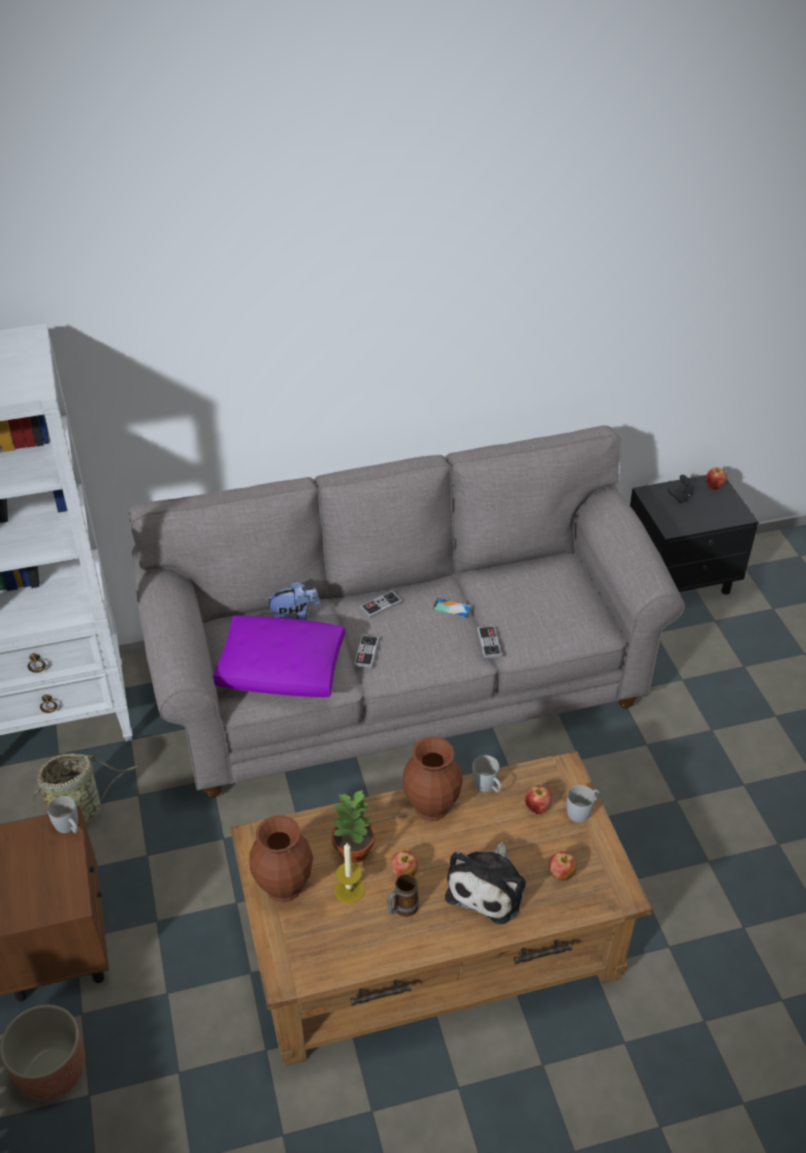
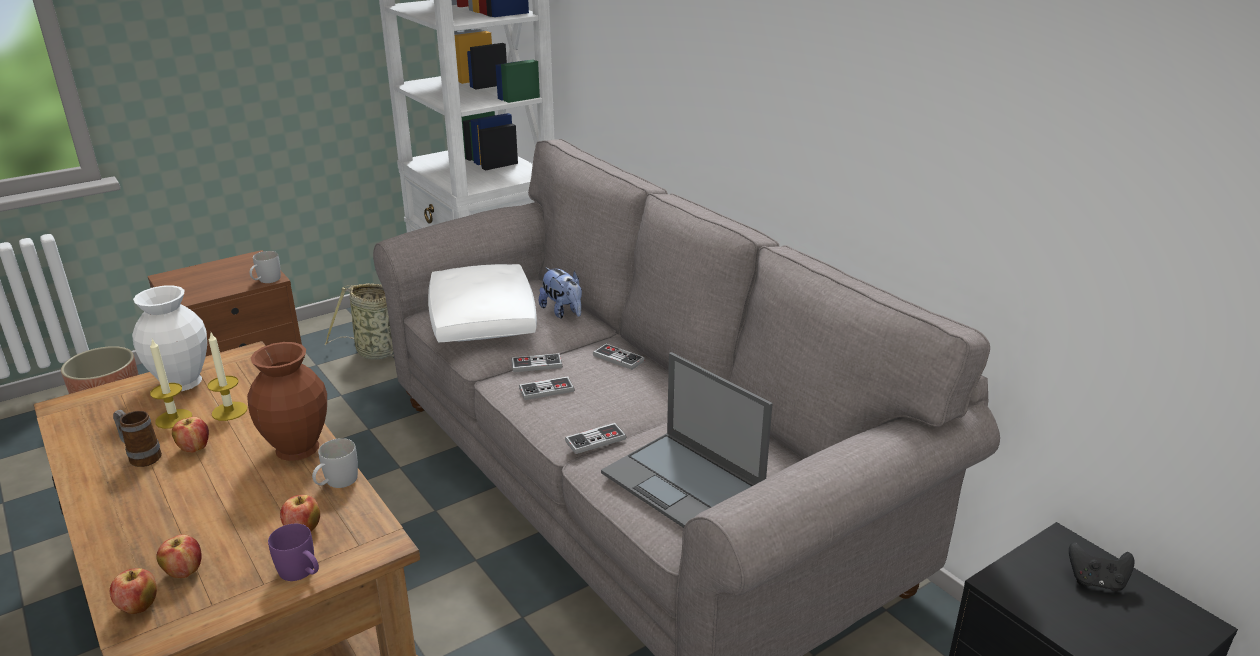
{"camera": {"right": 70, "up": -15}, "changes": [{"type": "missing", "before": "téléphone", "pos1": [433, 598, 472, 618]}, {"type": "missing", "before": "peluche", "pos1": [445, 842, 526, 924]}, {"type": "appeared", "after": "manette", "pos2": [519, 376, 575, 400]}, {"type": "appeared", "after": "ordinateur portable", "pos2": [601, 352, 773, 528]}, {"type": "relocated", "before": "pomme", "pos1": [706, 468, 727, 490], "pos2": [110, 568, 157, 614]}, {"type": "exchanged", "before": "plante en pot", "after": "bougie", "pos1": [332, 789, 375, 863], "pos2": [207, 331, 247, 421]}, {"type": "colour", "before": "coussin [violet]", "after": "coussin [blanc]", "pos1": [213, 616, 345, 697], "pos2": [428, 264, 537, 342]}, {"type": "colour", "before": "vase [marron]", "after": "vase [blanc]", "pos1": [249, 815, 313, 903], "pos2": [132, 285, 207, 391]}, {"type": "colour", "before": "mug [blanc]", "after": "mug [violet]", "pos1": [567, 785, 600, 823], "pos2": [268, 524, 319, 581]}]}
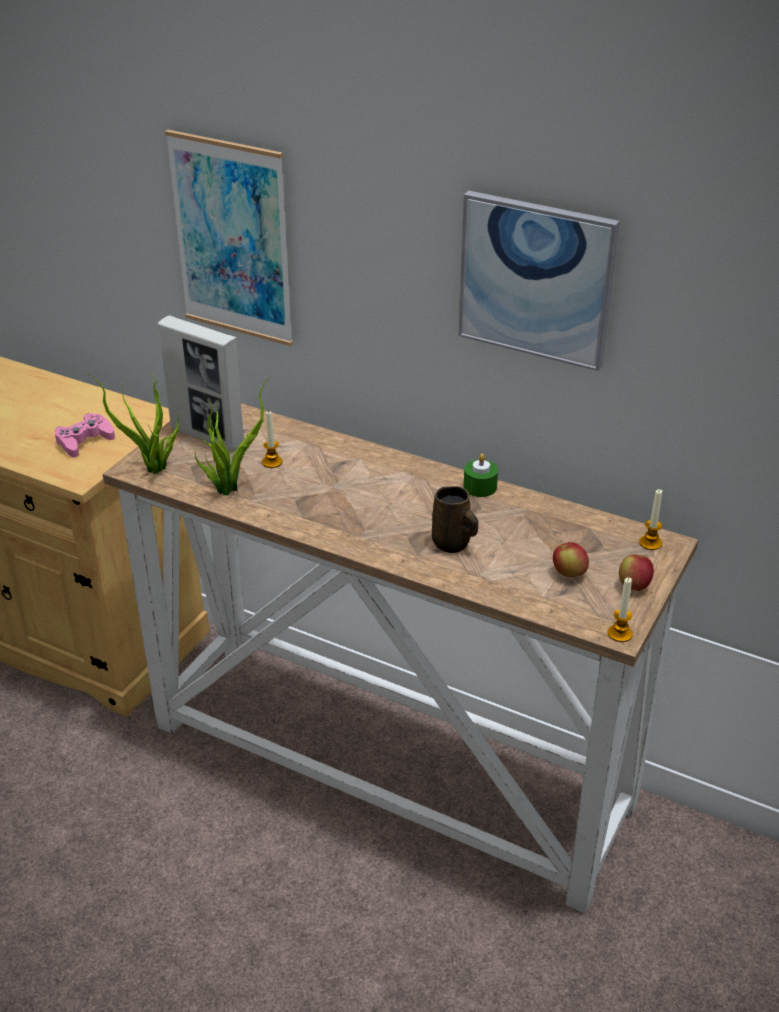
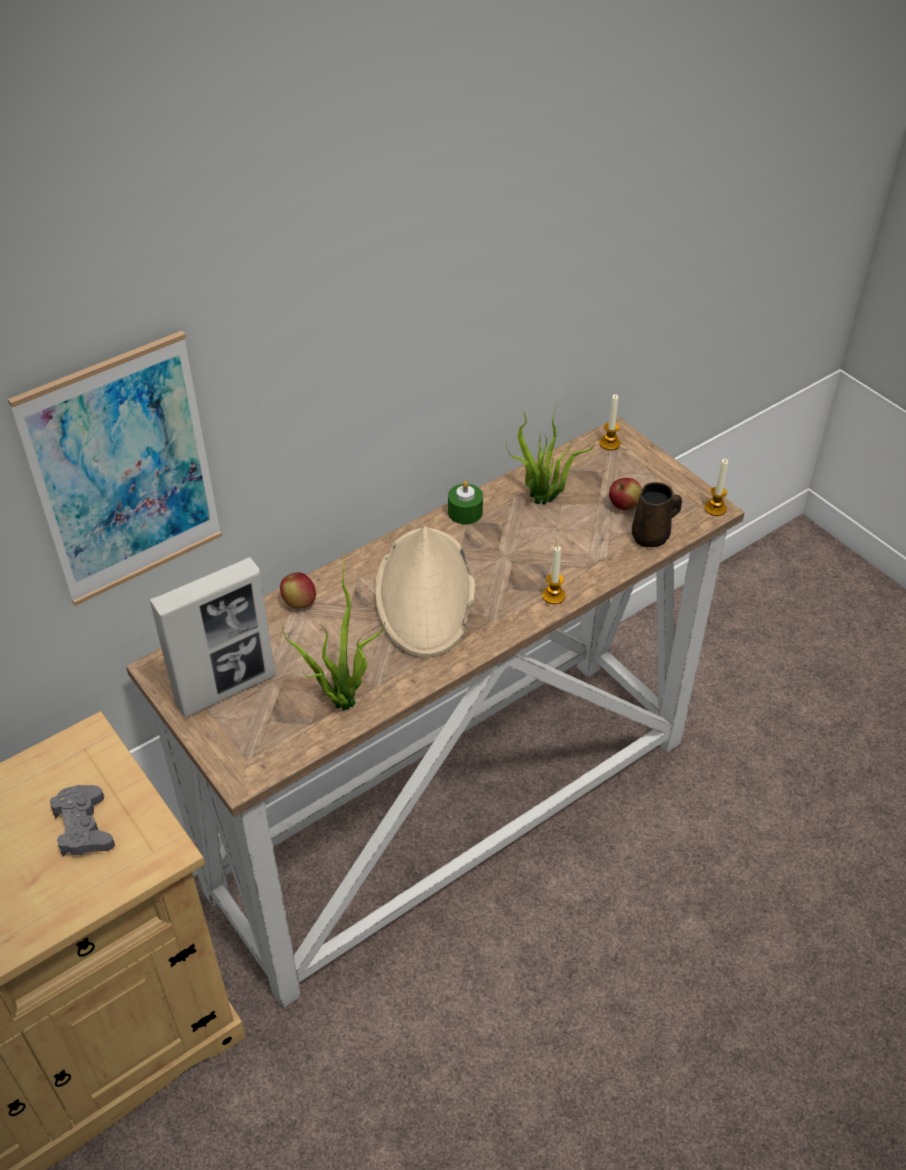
{"camera": {"right": -65, "up": 10}, "changes": [{"type": "missing", "before": "tableau", "pos1": [458, 191, 620, 371]}, {"type": "appeared", "after": "chapeau [beige]", "pos2": [375, 526, 475, 658]}, {"type": "relocated", "before": "plante en pot", "pos1": [89, 374, 179, 474], "pos2": [506, 403, 595, 505]}, {"type": "relocated", "before": "bougie", "pos1": [262, 410, 282, 468], "pos2": [542, 546, 566, 604]}, {"type": "relocated", "before": "mug [marron]", "pos1": [432, 486, 478, 553], "pos2": [632, 482, 682, 547]}, {"type": "relocated", "before": "pomme", "pos1": [619, 555, 654, 591], "pos2": [280, 572, 316, 608]}, {"type": "colour", "before": "manette [rose]", "after": "manette [gris]", "pos1": [55, 413, 115, 457], "pos2": [50, 785, 115, 857]}]}
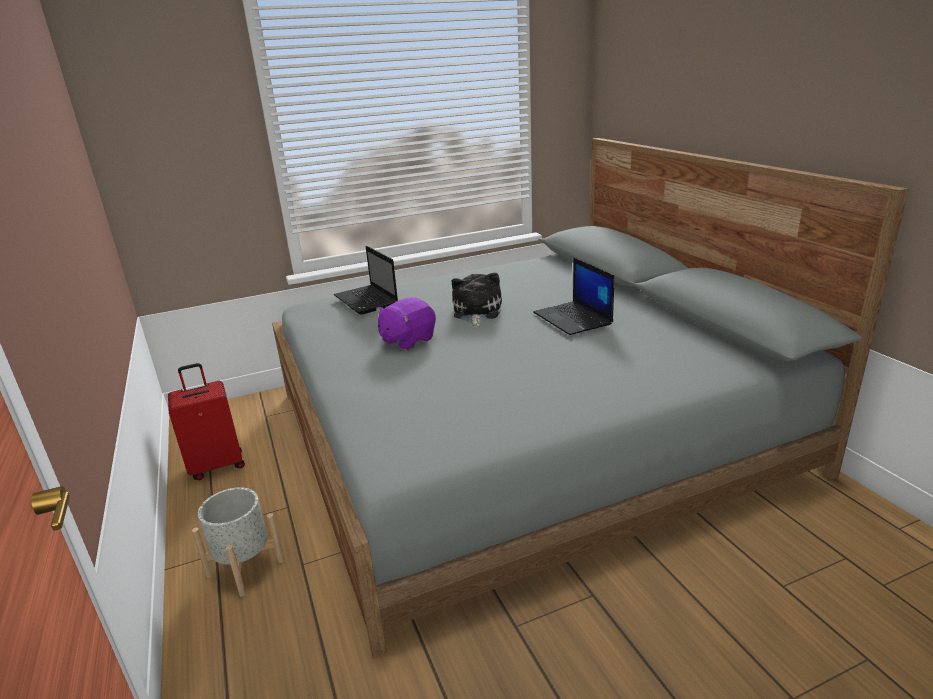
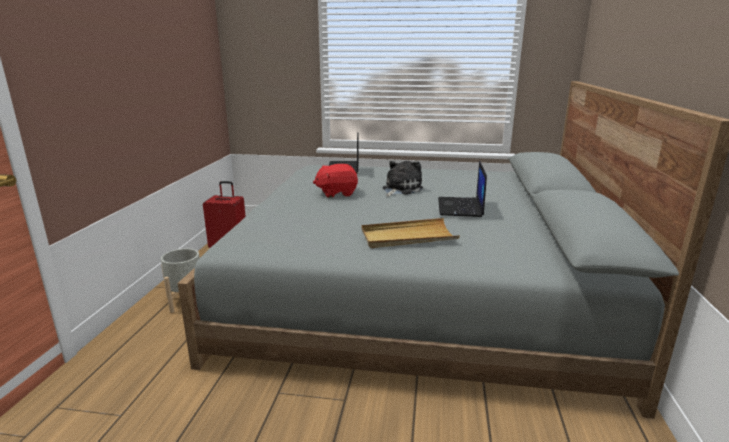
{"camera": {"right": 30, "up": -5}, "changes": [{"type": "appeared", "after": "plateau [beige]", "pos2": [362, 218, 460, 248]}, {"type": "colour", "before": "peluche [violet]", "after": "peluche [rouge]", "pos1": [376, 297, 436, 350], "pos2": [313, 164, 358, 198]}]}
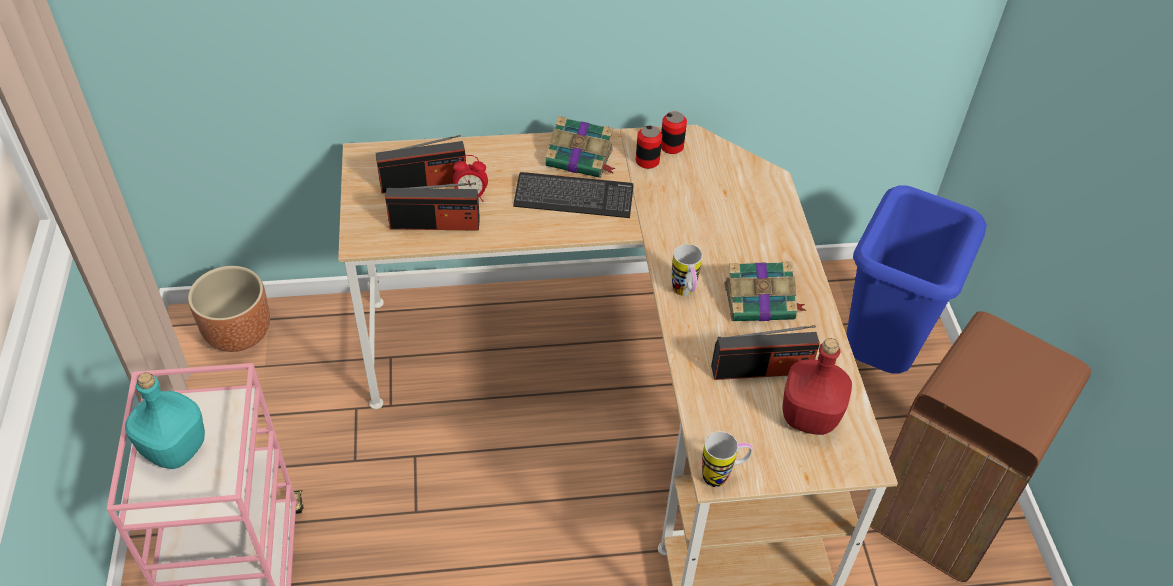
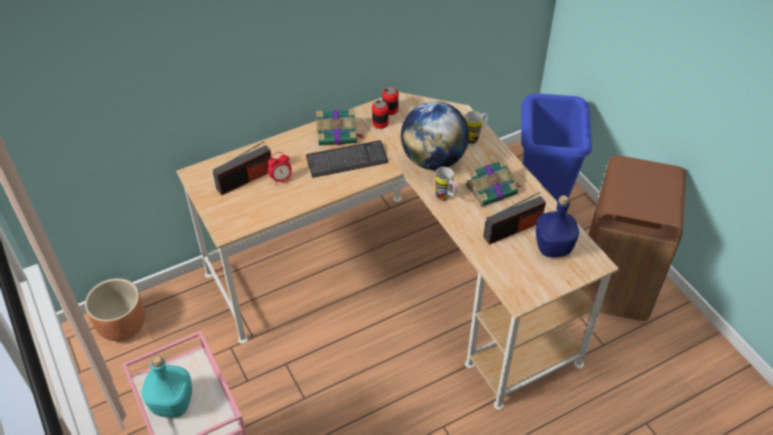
{"camera": {"right": -20, "up": 0}, "changes": [{"type": "missing", "before": "radio", "pos1": [385, 182, 480, 231]}, {"type": "appeared", "after": "globe", "pos2": [401, 101, 469, 170]}, {"type": "relocated", "before": "mug", "pos1": [702, 431, 753, 487], "pos2": [465, 111, 488, 144]}, {"type": "colour", "before": "bouteille [rouge]", "after": "bouteille [bleu]", "pos1": [782, 338, 852, 435], "pos2": [536, 195, 579, 257]}]}
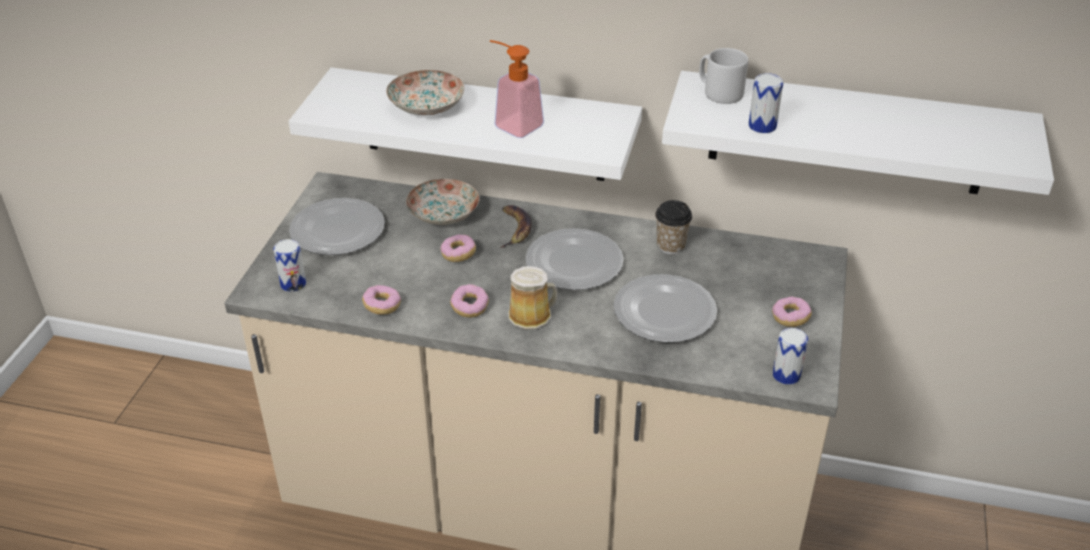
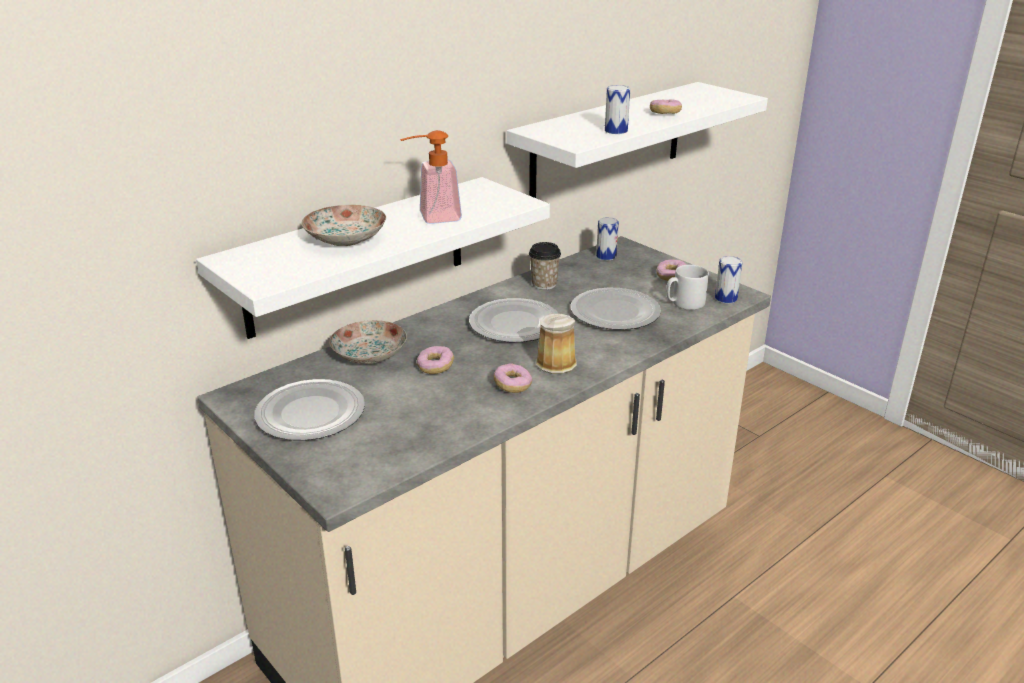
{"camera": {"right": -55, "up": -10}, "changes": [{"type": "missing", "before": "banane", "pos1": [500, 205, 532, 248]}, {"type": "relocated", "before": "boîte métallique", "pos1": [273, 239, 306, 292], "pos2": [596, 217, 619, 260]}, {"type": "relocated", "before": "beignet", "pos1": [362, 285, 401, 314], "pos2": [650, 99, 682, 114]}, {"type": "relocated", "before": "mug [gris]", "pos1": [699, 48, 748, 104], "pos2": [666, 265, 709, 310]}]}
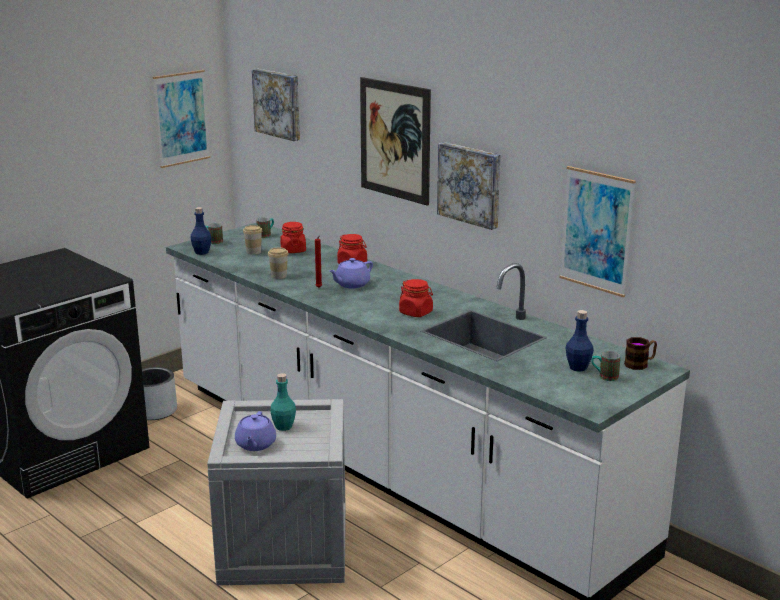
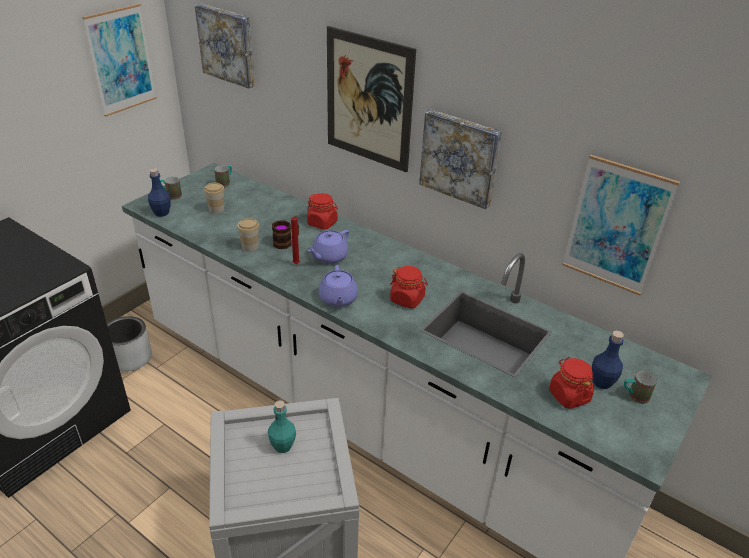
{"camera": {"right": -10, "up": 15}, "changes": [{"type": "relocated", "before": "théière [violet]", "pos1": [235, 411, 276, 451], "pos2": [318, 265, 358, 307]}, {"type": "relocated", "before": "bocal [rouge]", "pos1": [280, 222, 306, 253], "pos2": [549, 357, 594, 409]}, {"type": "relocated", "before": "mug", "pos1": [624, 337, 657, 370], "pos2": [272, 220, 299, 249]}]}
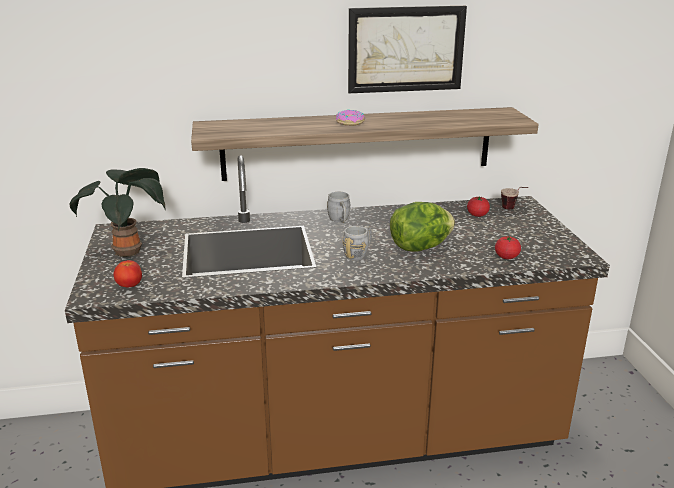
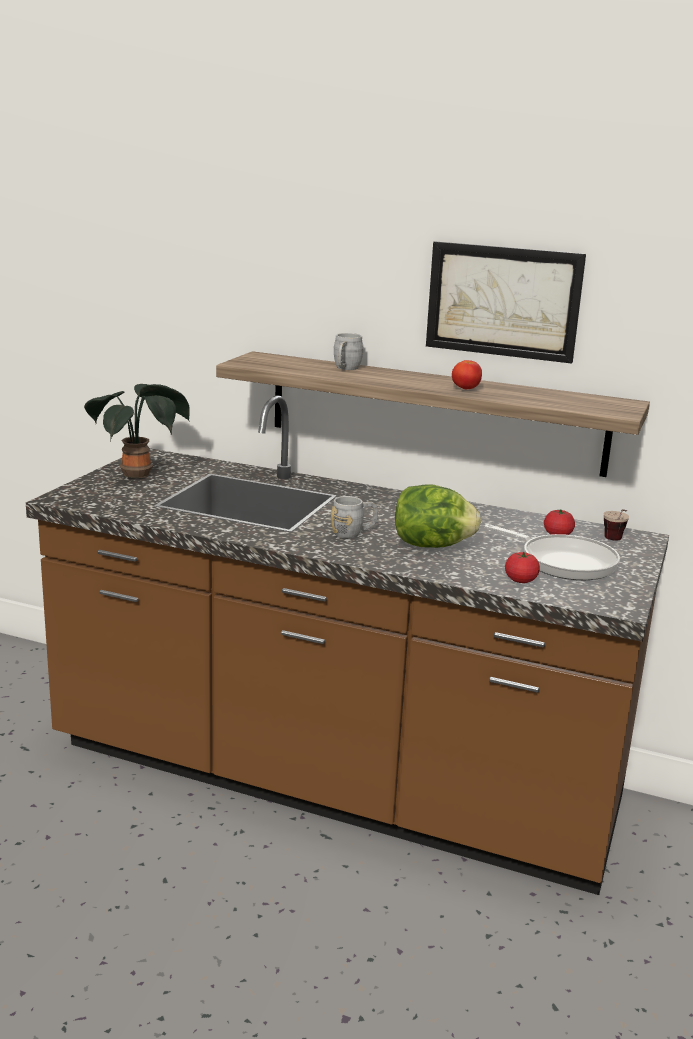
{"camera": {"right": 30, "up": -5}, "changes": [{"type": "missing", "before": "beignet", "pos1": [336, 110, 365, 126]}, {"type": "appeared", "after": "poêle", "pos2": [485, 524, 620, 580]}, {"type": "relocated", "before": "tomate", "pos1": [114, 260, 142, 287], "pos2": [452, 360, 482, 389]}, {"type": "relocated", "before": "mug [gris]", "pos1": [327, 192, 350, 223], "pos2": [334, 333, 363, 370]}]}
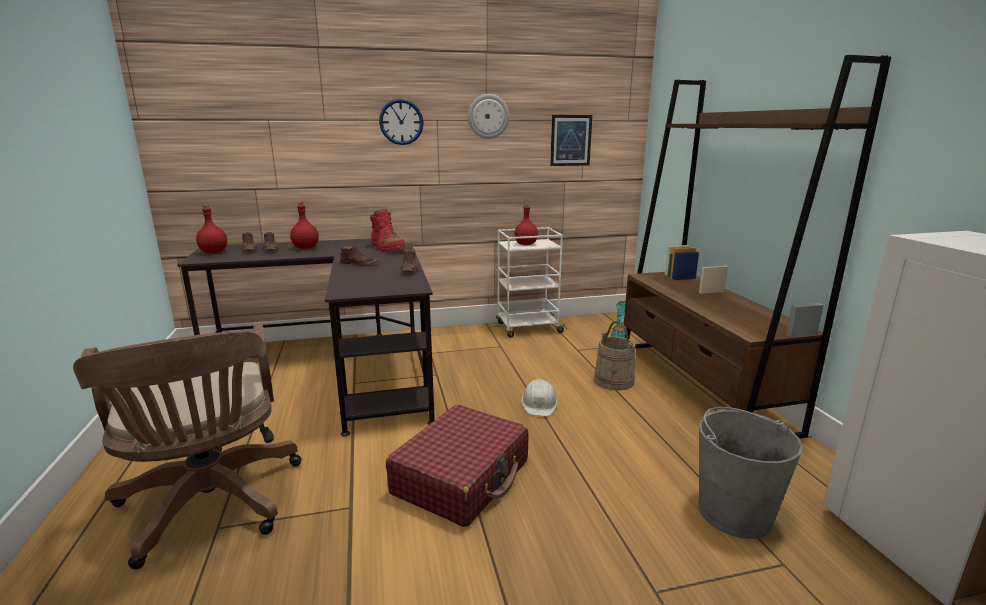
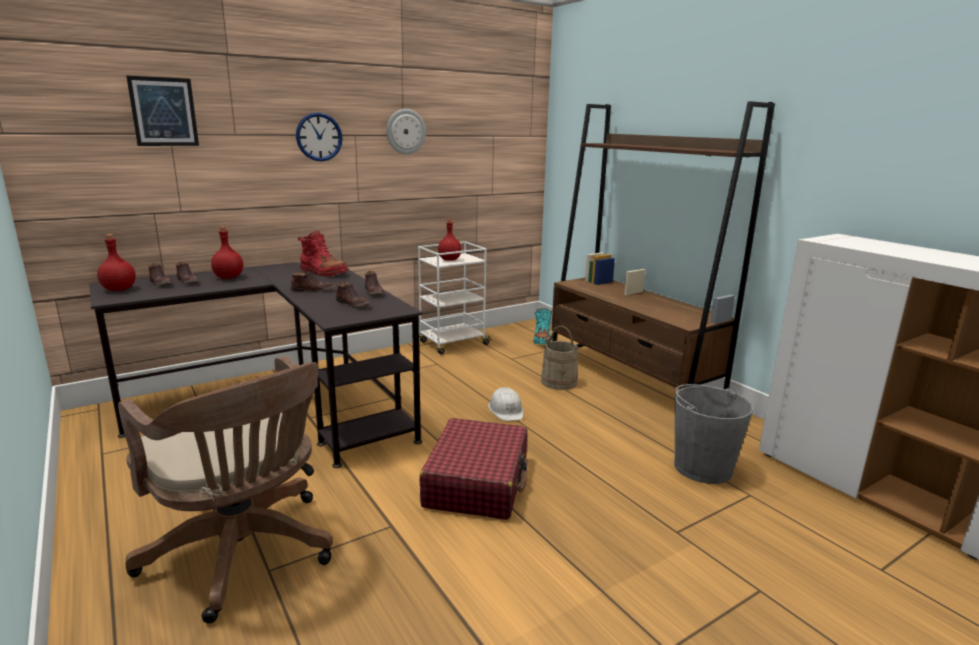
{"camera": {"right": -20, "up": 0}, "changes": [{"type": "appeared", "after": "chaussure [marron]", "pos2": [336, 282, 370, 307]}, {"type": "relocated", "before": "tableau", "pos1": [550, 115, 592, 166], "pos2": [126, 76, 199, 146]}]}
